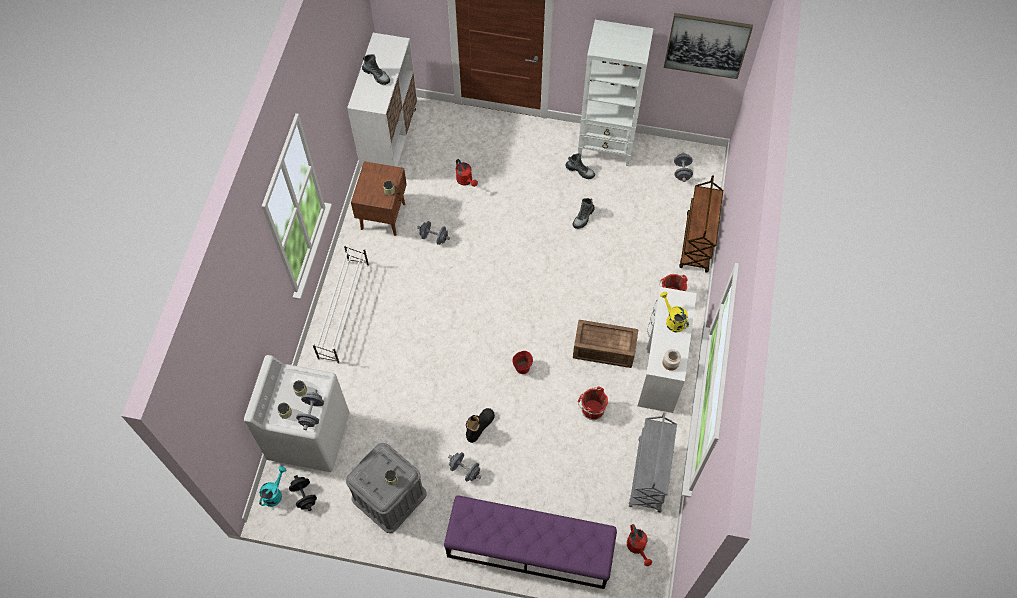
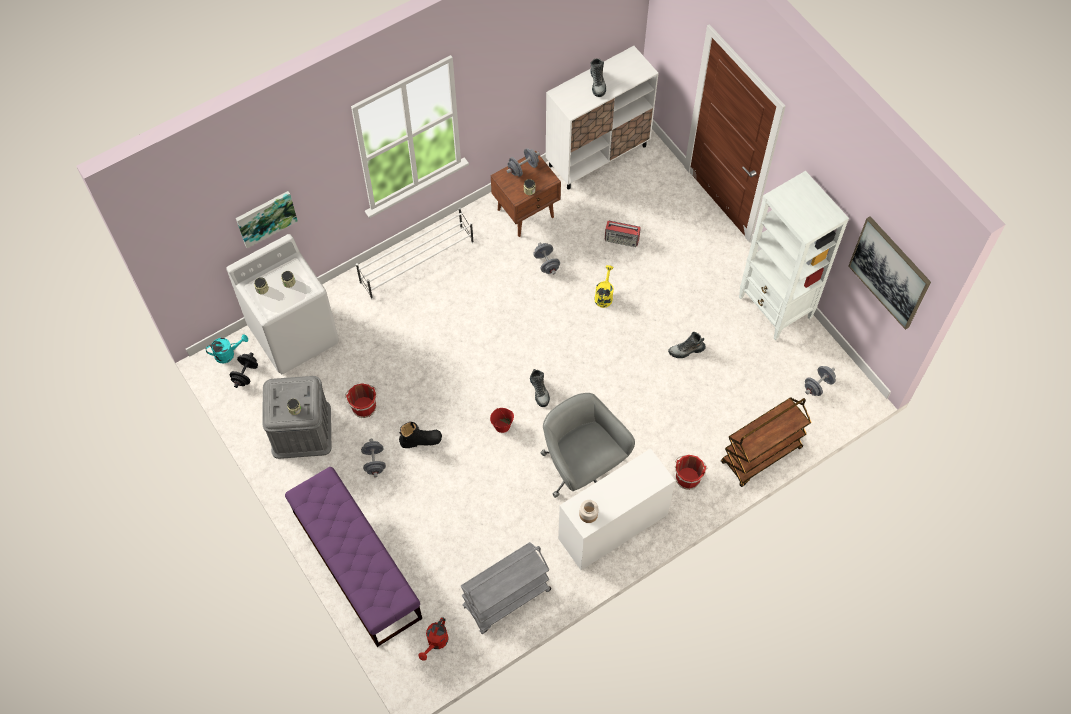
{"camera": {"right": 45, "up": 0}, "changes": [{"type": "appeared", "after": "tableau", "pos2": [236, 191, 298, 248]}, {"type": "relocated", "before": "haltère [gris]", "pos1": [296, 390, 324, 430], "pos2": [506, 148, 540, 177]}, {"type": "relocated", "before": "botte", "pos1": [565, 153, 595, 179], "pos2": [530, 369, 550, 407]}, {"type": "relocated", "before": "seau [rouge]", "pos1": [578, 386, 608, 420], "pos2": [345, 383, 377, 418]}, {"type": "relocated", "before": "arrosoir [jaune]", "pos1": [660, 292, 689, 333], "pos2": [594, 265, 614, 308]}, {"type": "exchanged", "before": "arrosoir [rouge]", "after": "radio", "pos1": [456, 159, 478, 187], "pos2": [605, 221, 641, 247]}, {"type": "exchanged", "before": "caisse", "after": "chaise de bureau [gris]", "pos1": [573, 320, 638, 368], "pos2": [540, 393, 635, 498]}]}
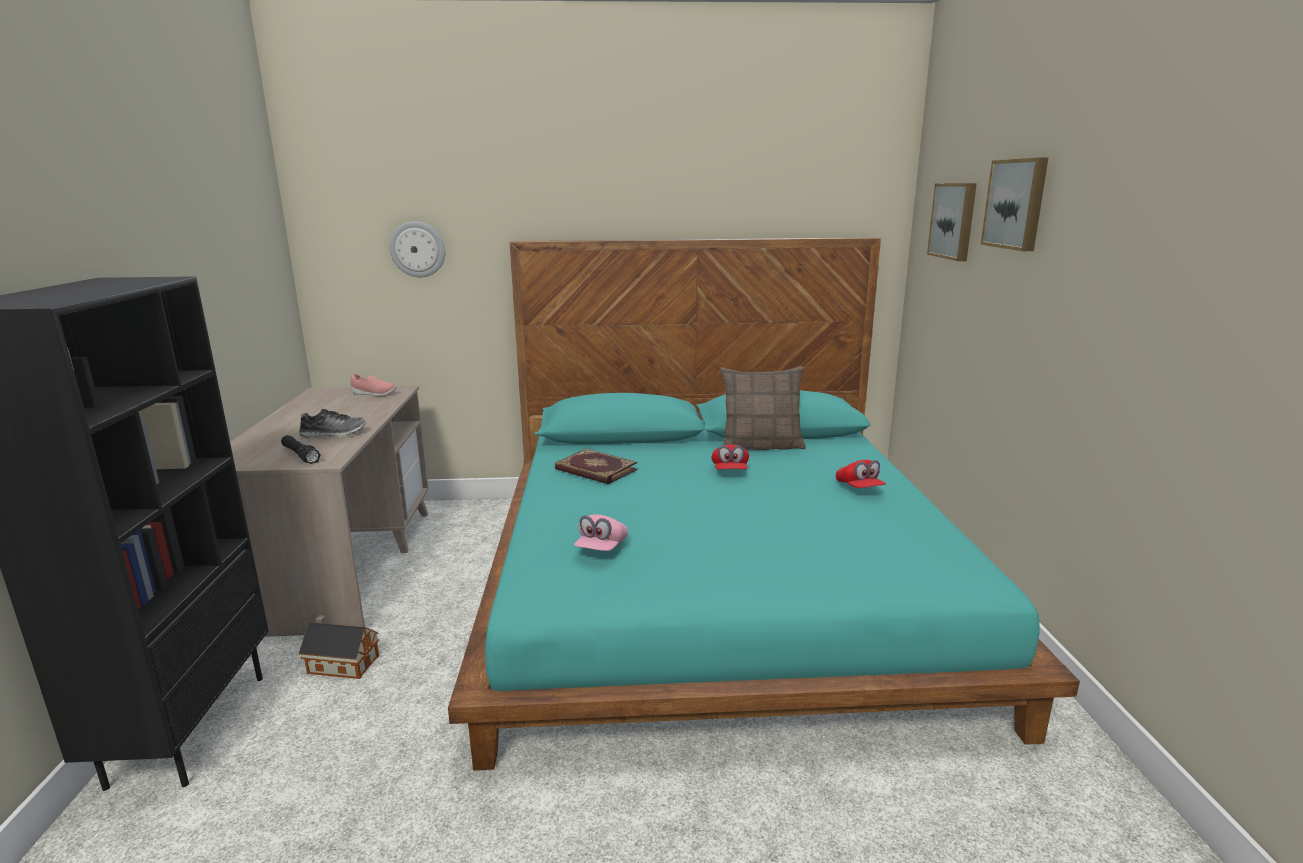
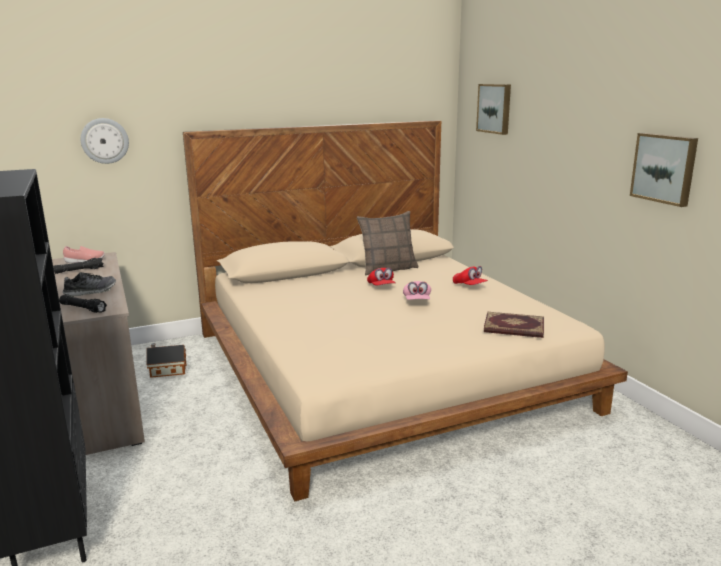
{"camera": {"right": -20, "up": 0}, "changes": [{"type": "appeared", "after": "lampe de poche [noir]", "pos2": [53, 258, 104, 274]}, {"type": "relocated", "before": "maison miniature", "pos1": [299, 615, 379, 679], "pos2": [147, 343, 186, 378]}, {"type": "relocated", "before": "livre", "pos1": [555, 449, 638, 484], "pos2": [484, 312, 544, 338]}, {"type": "relocated", "before": "casquette [rose]", "pos1": [574, 514, 628, 551], "pos2": [403, 281, 431, 300]}, {"type": "relocated", "before": "tableau", "pos1": [981, 158, 1048, 251], "pos2": [630, 133, 698, 207]}, {"type": "colour", "before": "lit [turquoise]", "after": "lit [beige]", "pos1": [448, 237, 1080, 770], "pos2": [183, 120, 628, 501]}]}
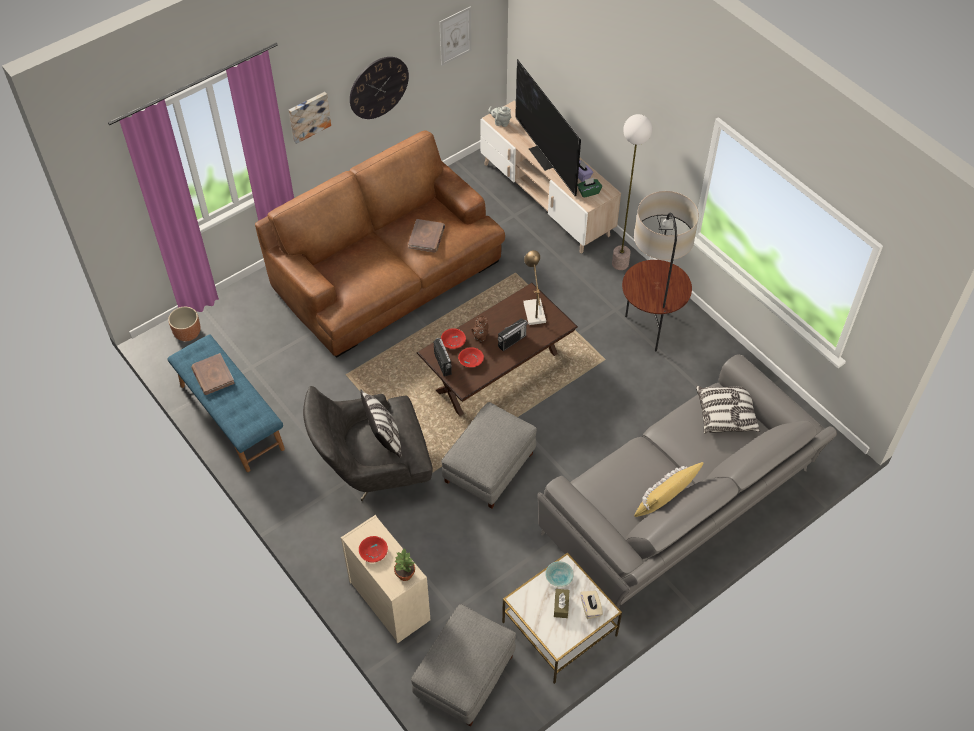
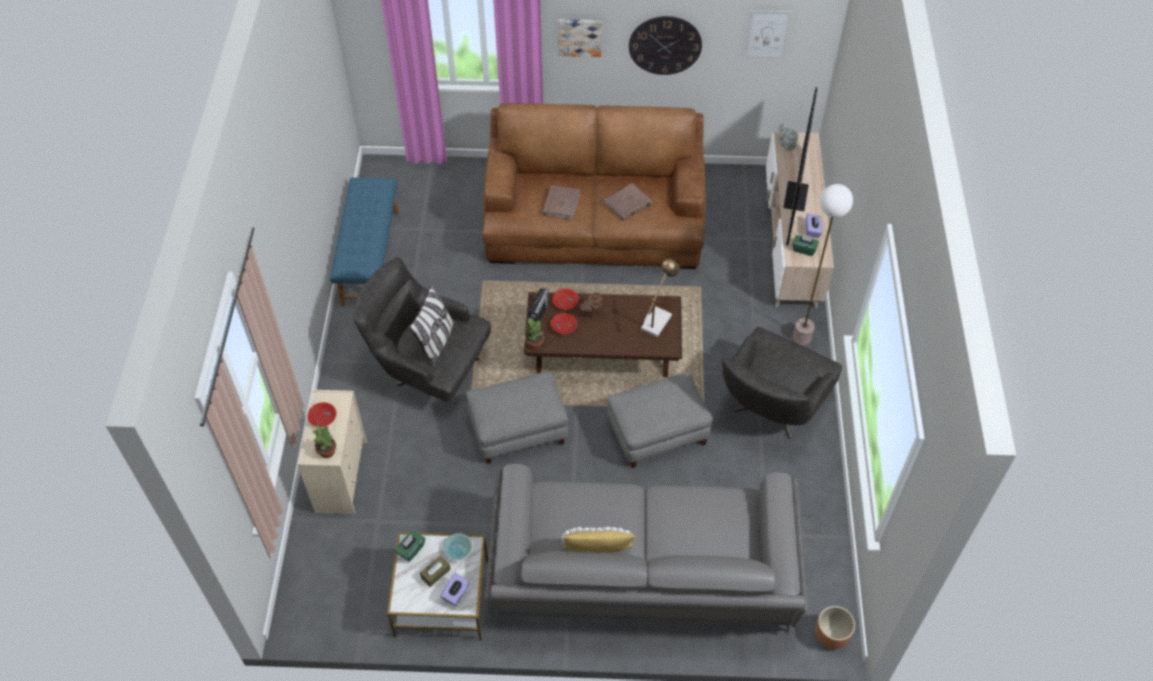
{"camera": {"right": 40, "up": 0}, "changes": [{"type": "missing", "before": "radio", "pos1": [498, 319, 528, 351]}, {"type": "missing", "before": "coussin", "pos1": [696, 386, 760, 434]}, {"type": "appeared", "after": "boîte à mouchoirs [vert]", "pos2": [395, 531, 425, 562]}, {"type": "appeared", "after": "plante en pot", "pos2": [525, 318, 544, 349]}, {"type": "relocated", "before": "cache-pot [marron]", "pos1": [168, 307, 201, 341], "pos2": [815, 606, 855, 649]}, {"type": "relocated", "before": "livre [marron]", "pos1": [191, 353, 235, 395], "pos2": [542, 186, 580, 220]}, {"type": "relocated", "before": "pouf [gris]", "pos1": [411, 604, 516, 726], "pos2": [607, 372, 713, 468]}, {"type": "exchanged", "before": "lampadaire", "after": "fauteuil [gris]", "pos1": [622, 191, 699, 351], "pos2": [722, 327, 842, 439]}, {"type": "colour", "before": "boîte à mouchoirs [beige]", "after": "boîte à mouchoirs [violet]", "pos1": [580, 590, 603, 619], "pos2": [440, 573, 470, 606]}]}
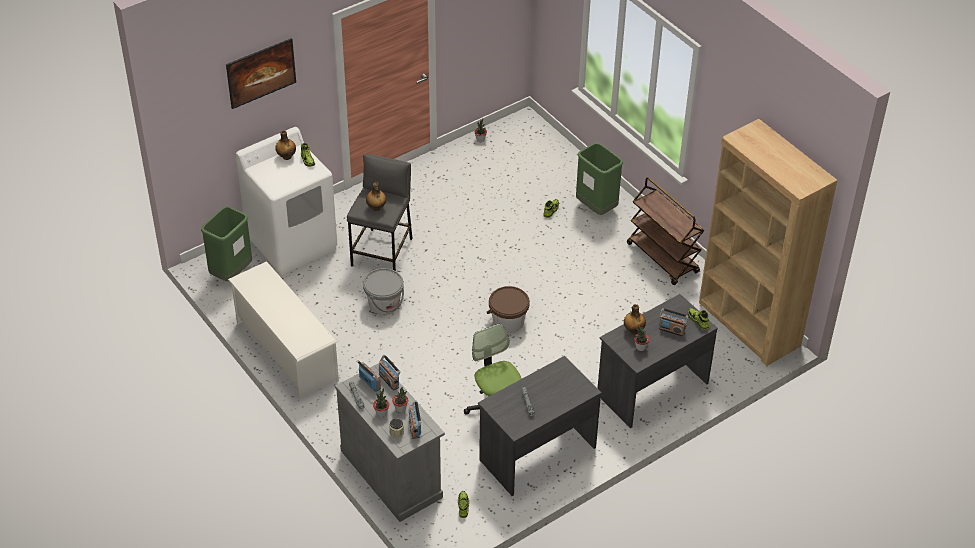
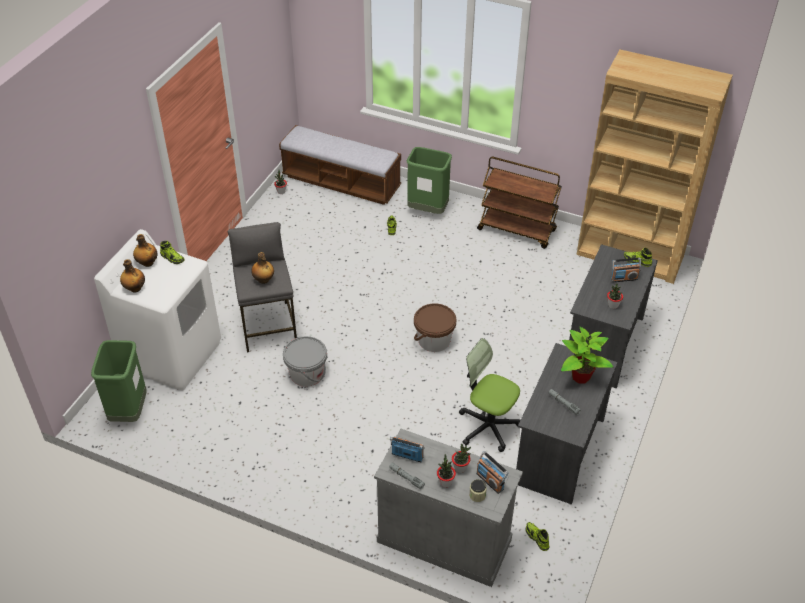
{"camera": {"right": -30, "up": 0}, "changes": [{"type": "missing", "before": "tableau", "pos1": [226, 38, 296, 109]}, {"type": "missing", "before": "étagère à chaussures [blanc]", "pos1": [228, 261, 339, 399]}, {"type": "missing", "before": "radio", "pos1": [379, 355, 400, 391]}, {"type": "appeared", "after": "banc", "pos2": [279, 125, 401, 205]}, {"type": "appeared", "after": "plante en pot", "pos2": [561, 327, 613, 383]}, {"type": "relocated", "before": "bouteille", "pos1": [624, 304, 646, 334], "pos2": [120, 259, 145, 293]}]}
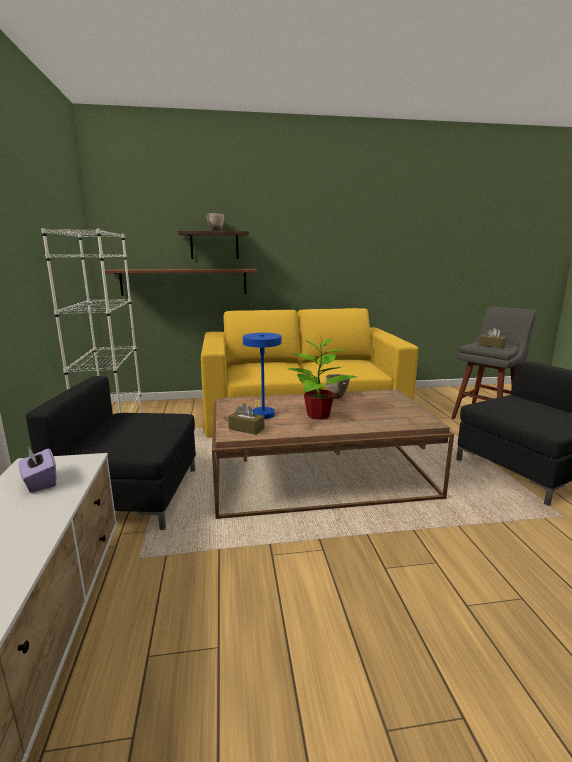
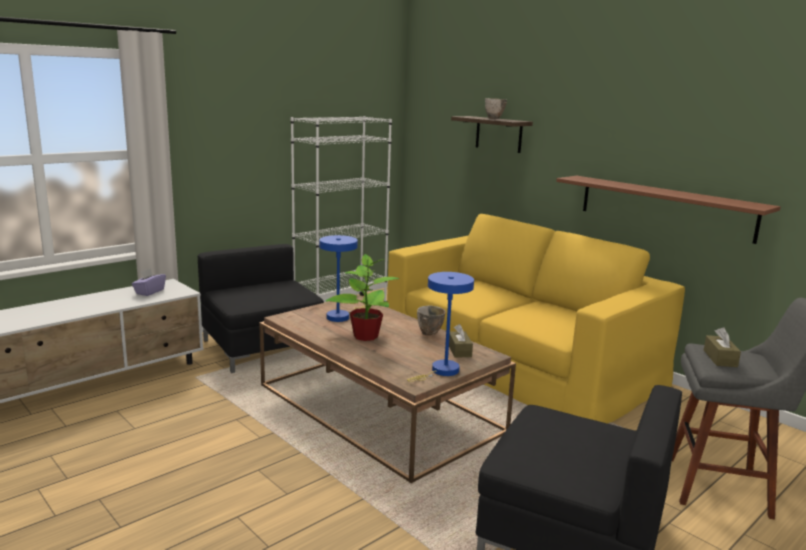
{"camera": {"right": 55, "up": 0}, "changes": [{"type": "appeared", "after": "lampe de table [bleu]", "pos2": [407, 272, 474, 382]}, {"type": "relocated", "before": "étagère [marron]", "pos1": [101, 269, 257, 296], "pos2": [556, 176, 781, 244]}, {"type": "relocated", "before": "boîte à mouchoirs [marron]", "pos1": [228, 404, 264, 435], "pos2": [449, 324, 473, 358]}]}
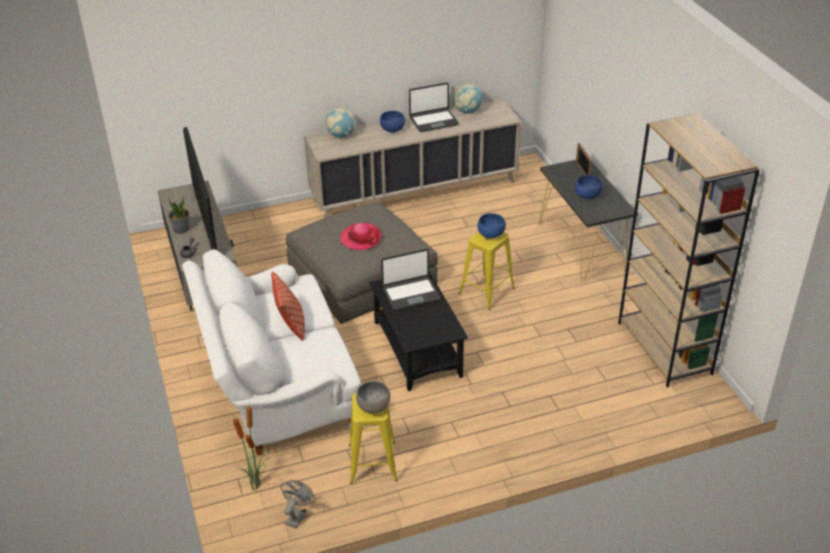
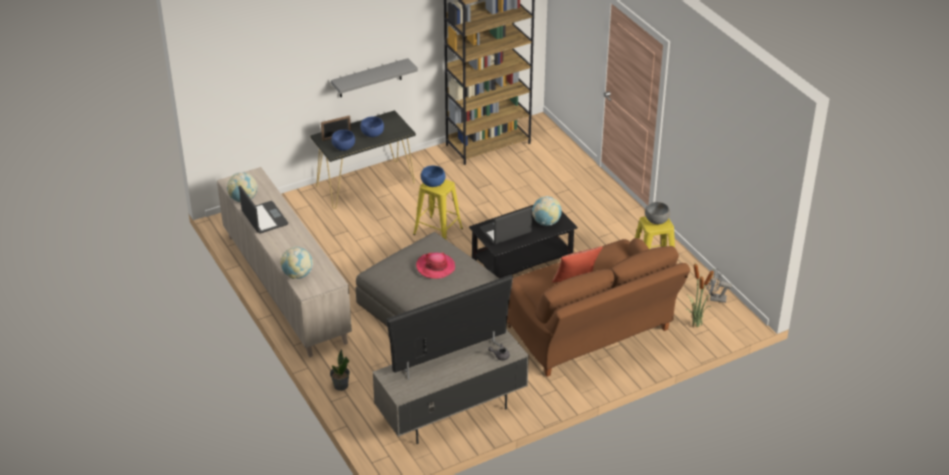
{"camera": {"right": -100, "up": 0}, "changes": [{"type": "appeared", "after": "étagère [gris]", "pos2": [331, 58, 418, 97]}, {"type": "appeared", "after": "globe", "pos2": [532, 196, 562, 226]}, {"type": "relocated", "before": "plante en pot", "pos1": [168, 196, 189, 234], "pos2": [330, 349, 350, 391]}, {"type": "relocated", "before": "bol [bleu]", "pos1": [380, 111, 405, 133], "pos2": [331, 130, 355, 151]}, {"type": "colour", "before": "canapé [blanc]", "after": "canapé [marron]", "pos1": [182, 249, 362, 456], "pos2": [507, 238, 690, 377]}, {"type": "spun", "before": "ordinateur portable", "pos1": [381, 249, 441, 310], "pos2": [480, 207, 532, 244], "turn": -90}]}
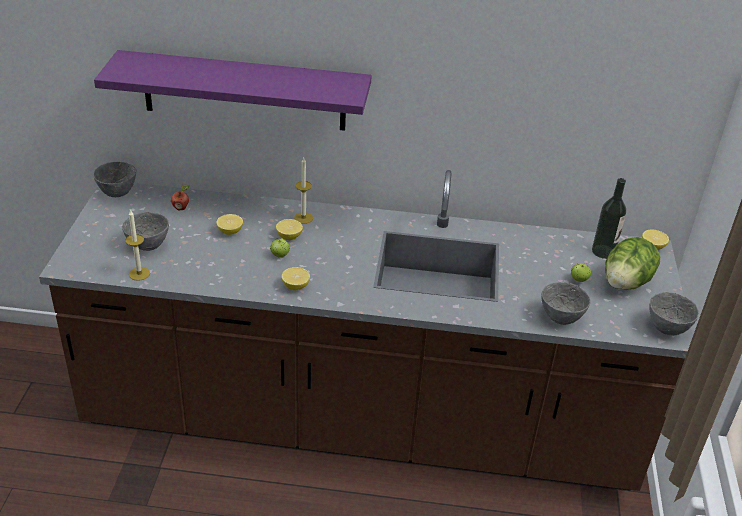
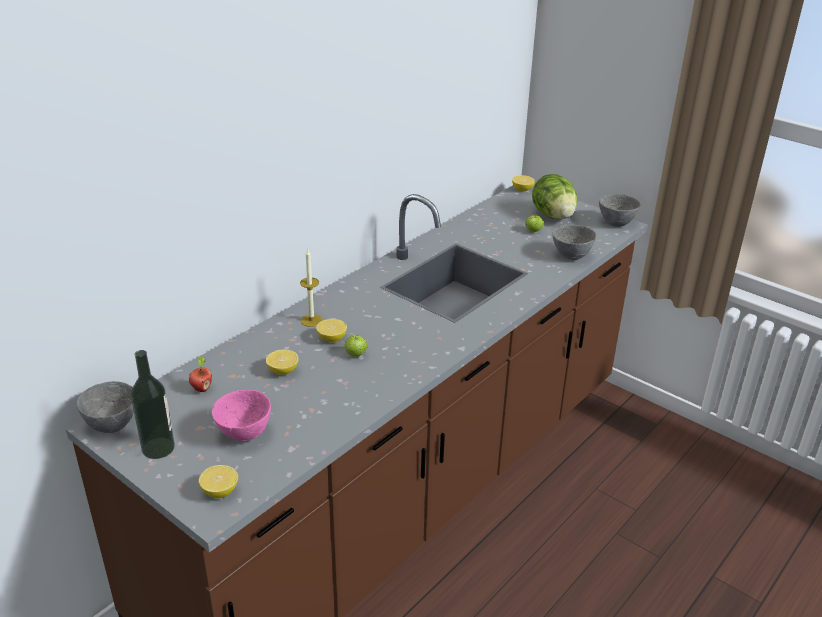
{"camera": {"right": -55, "up": -5}, "changes": [{"type": "missing", "before": "étagère [violet]", "pos1": [94, 50, 372, 131]}, {"type": "missing", "before": "bougie", "pos1": [125, 209, 150, 281]}, {"type": "relocated", "before": "citron", "pos1": [282, 267, 310, 290], "pos2": [199, 465, 238, 498]}, {"type": "relocated", "before": "bouteille", "pos1": [592, 178, 626, 259], "pos2": [131, 350, 175, 459]}, {"type": "colour", "before": "bol [gris]", "after": "bol [rose]", "pos1": [122, 212, 169, 251], "pos2": [212, 390, 271, 442]}]}
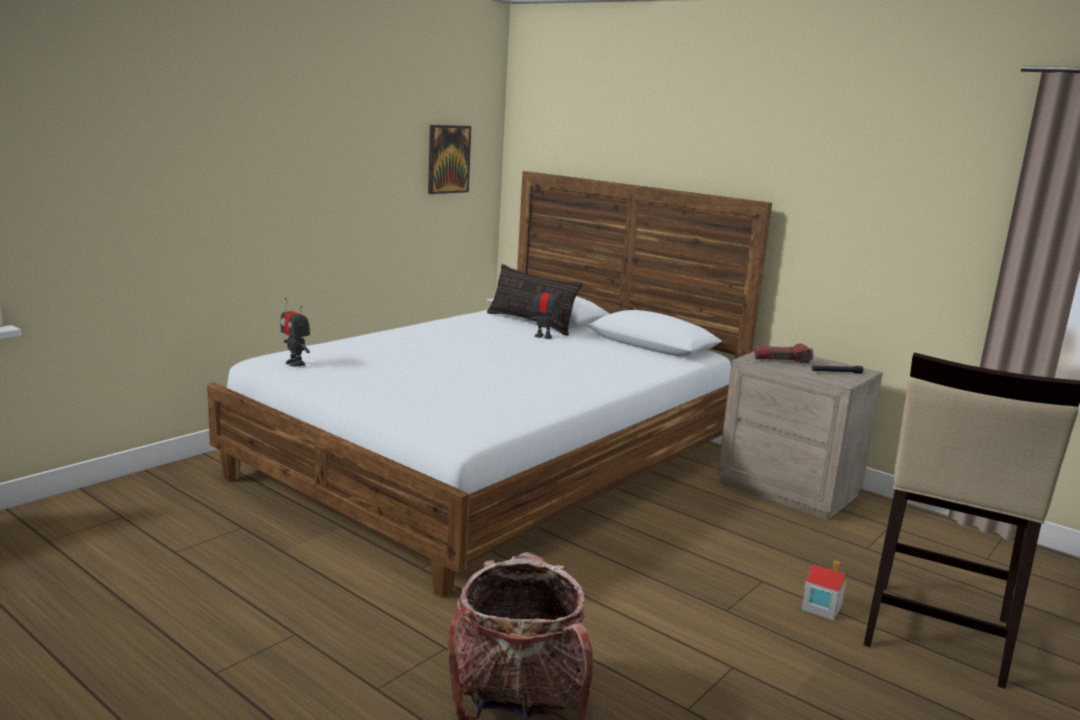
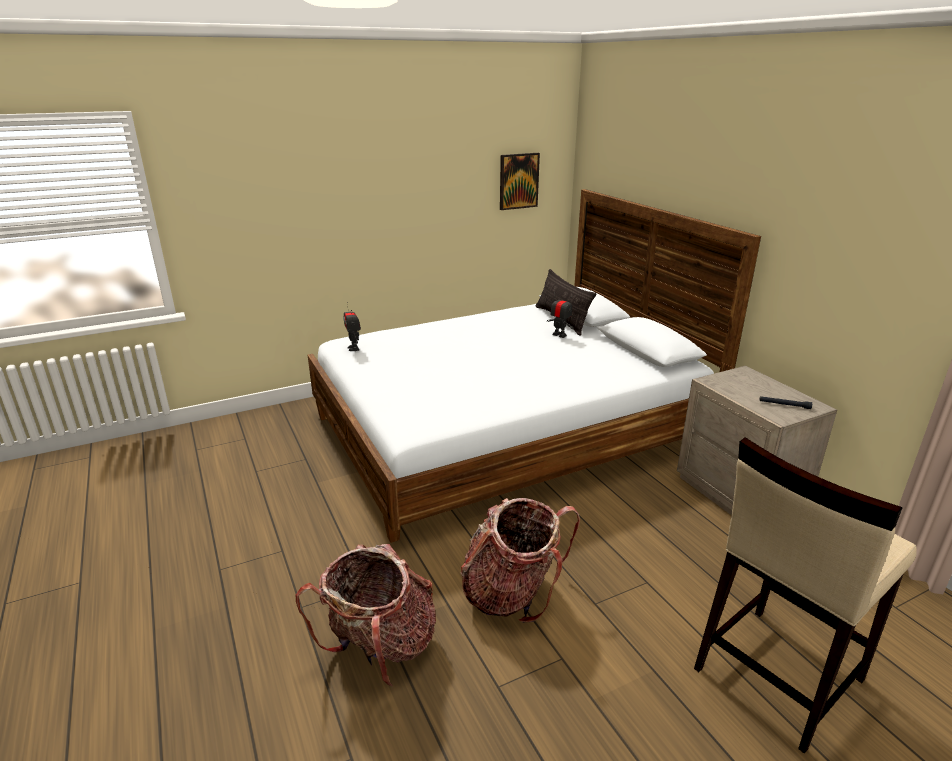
{"camera": {"right": 25, "up": 10}, "changes": [{"type": "missing", "before": "lampe de poche", "pos1": [755, 344, 813, 363]}, {"type": "missing", "before": "maison miniature", "pos1": [802, 560, 847, 620]}, {"type": "appeared", "after": "sac à dos", "pos2": [460, 498, 580, 623]}]}
